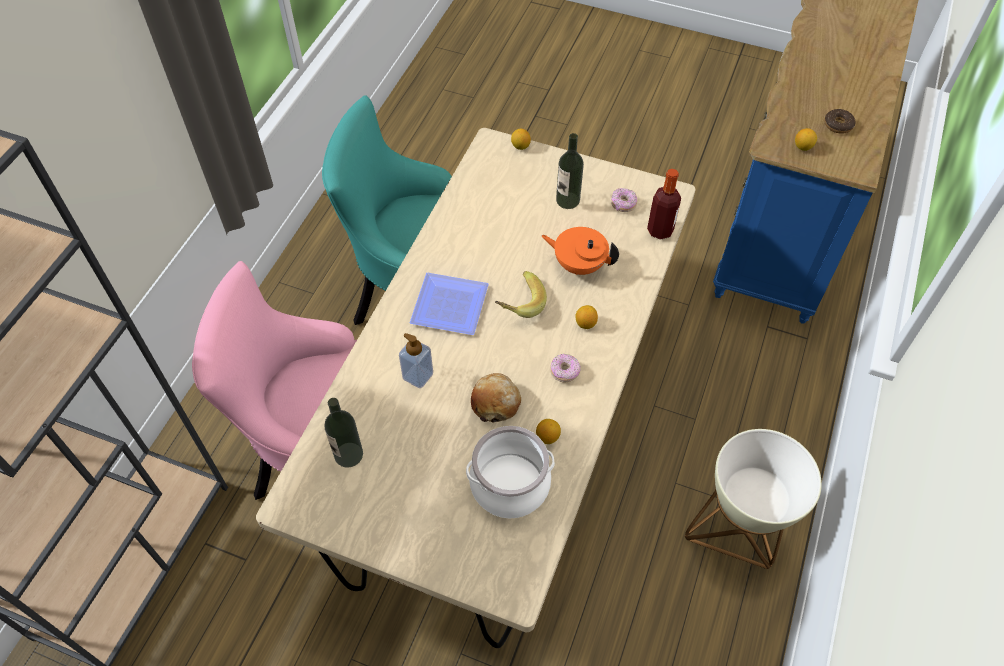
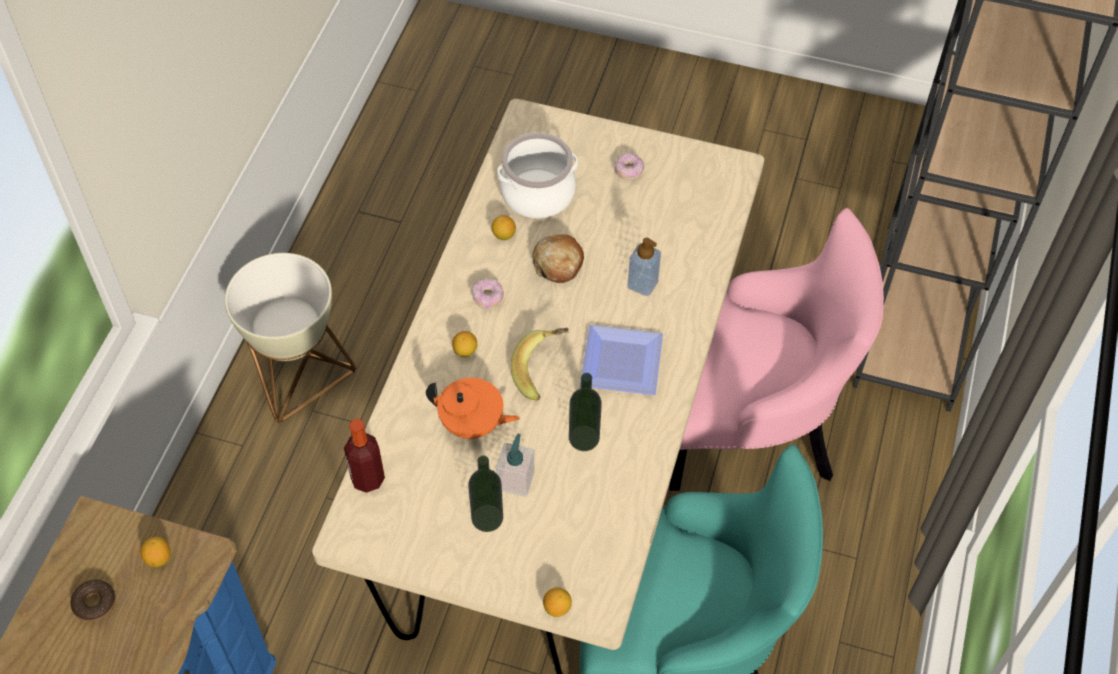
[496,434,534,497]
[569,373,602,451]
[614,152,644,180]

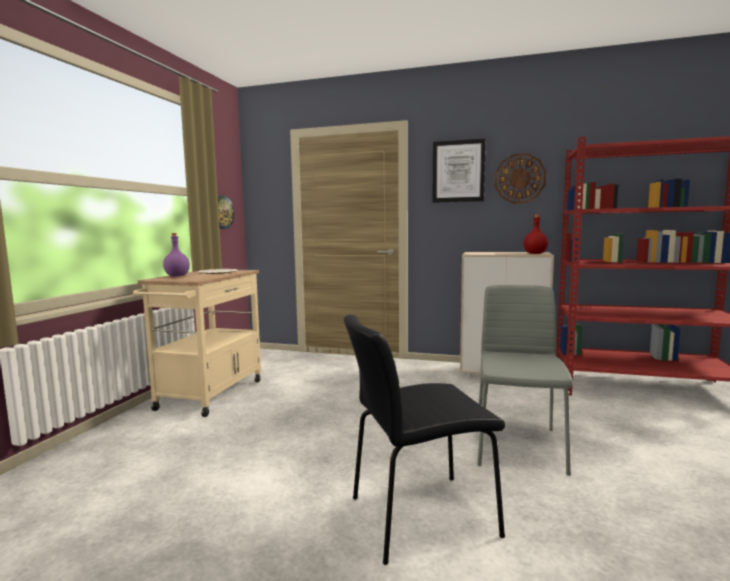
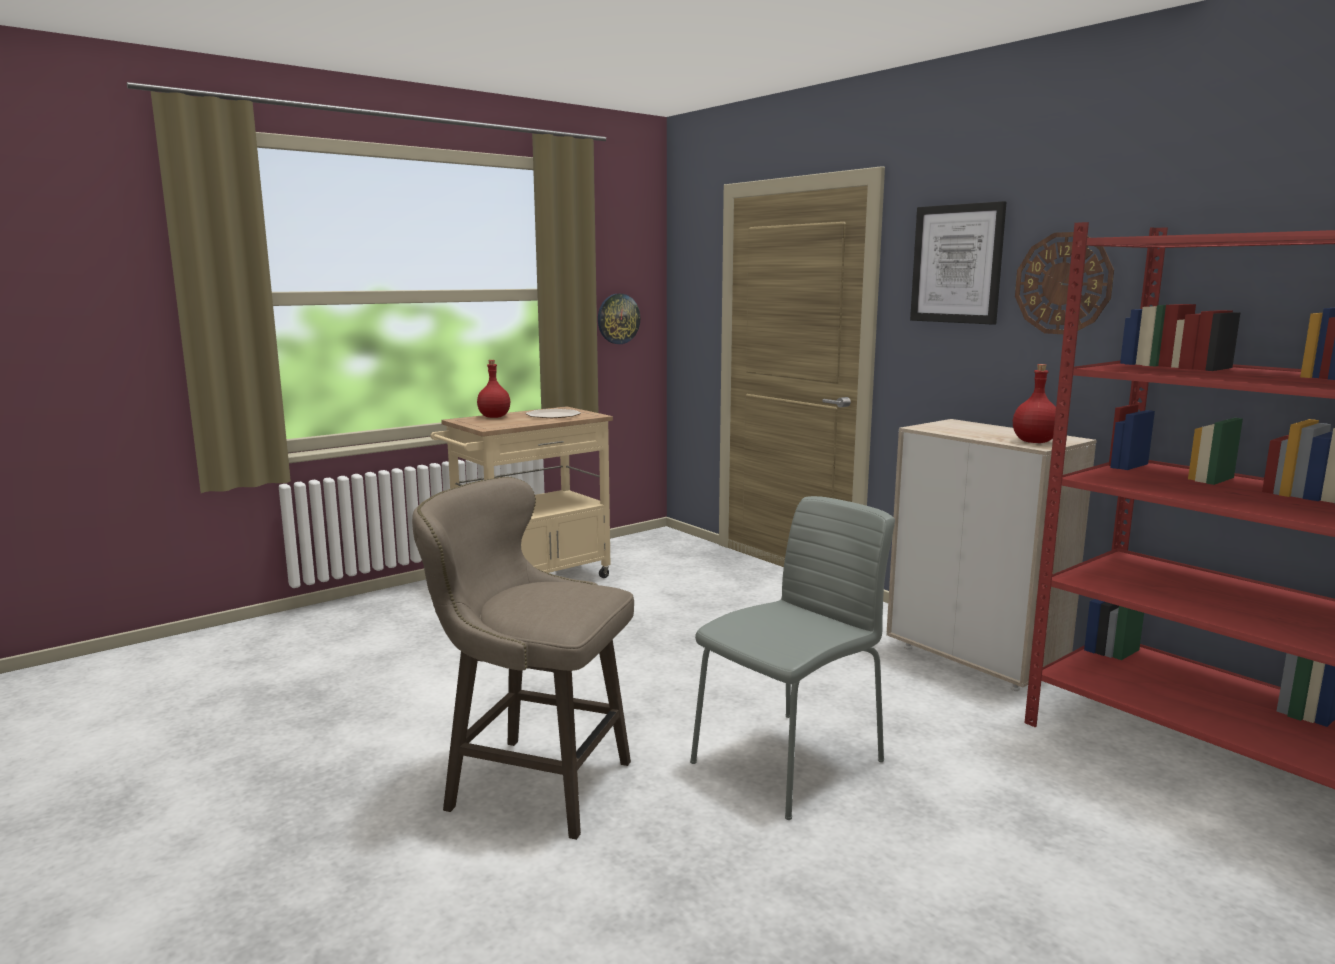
[412,477,634,840]
[477,360,510,418]

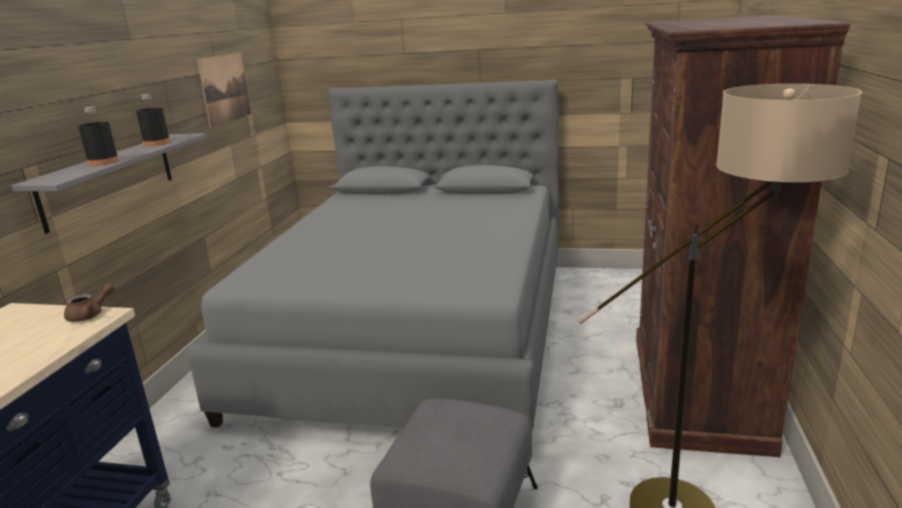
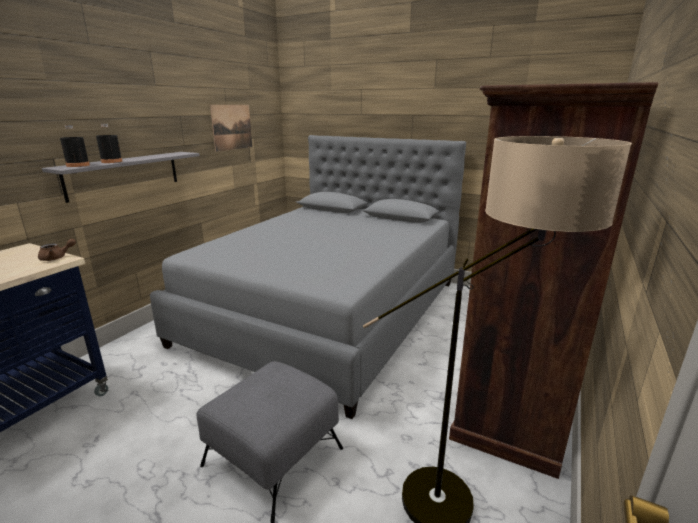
[60,125,90,167]

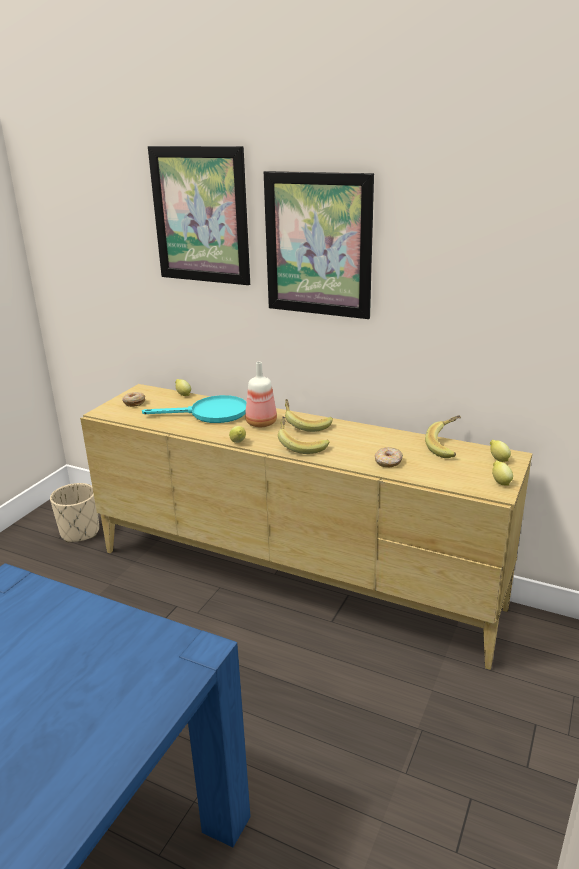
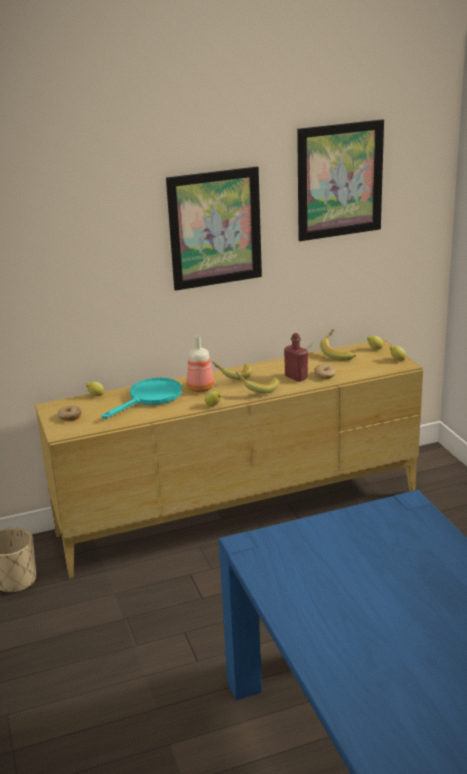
[284,333,308,382]
[297,119,384,241]

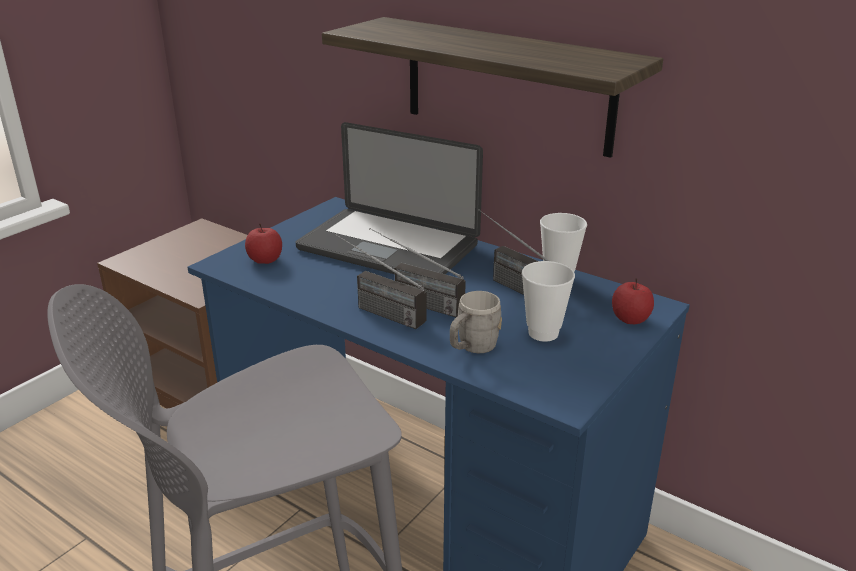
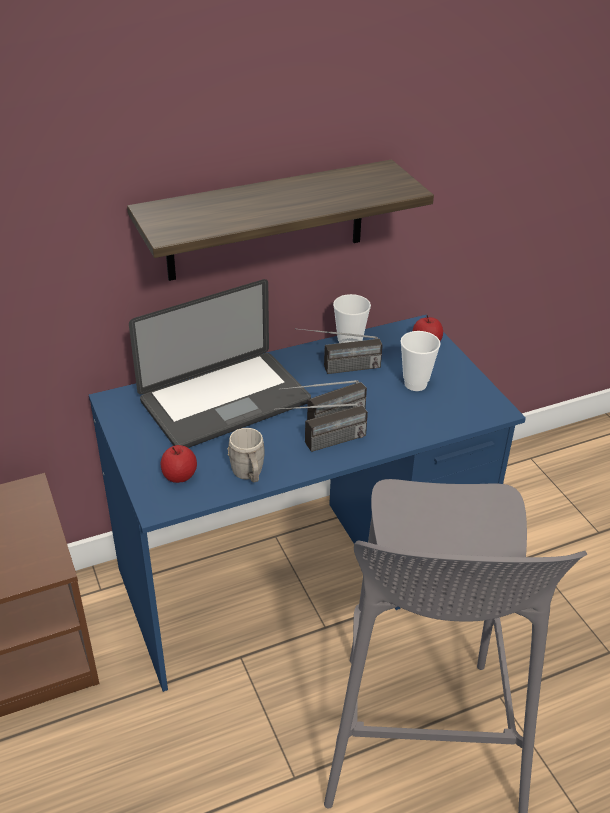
[227,428,265,483]

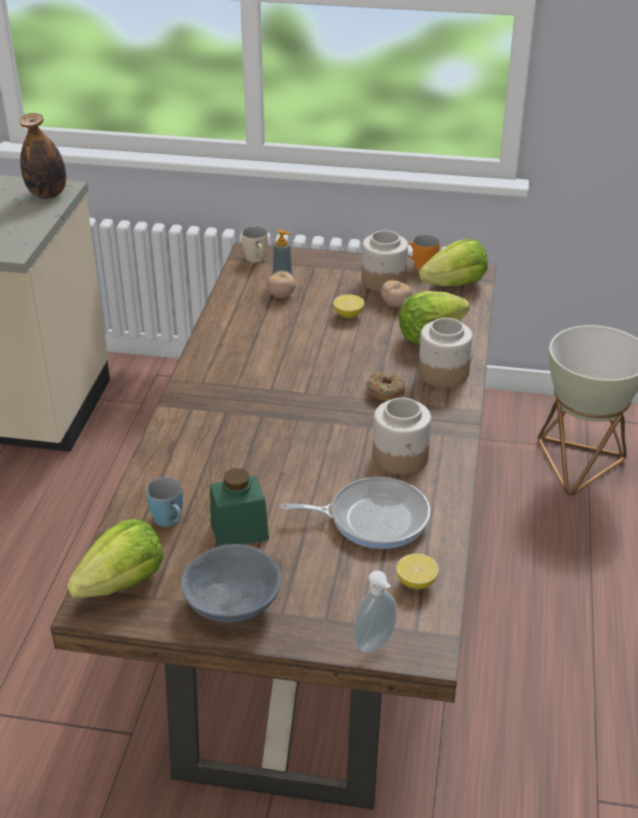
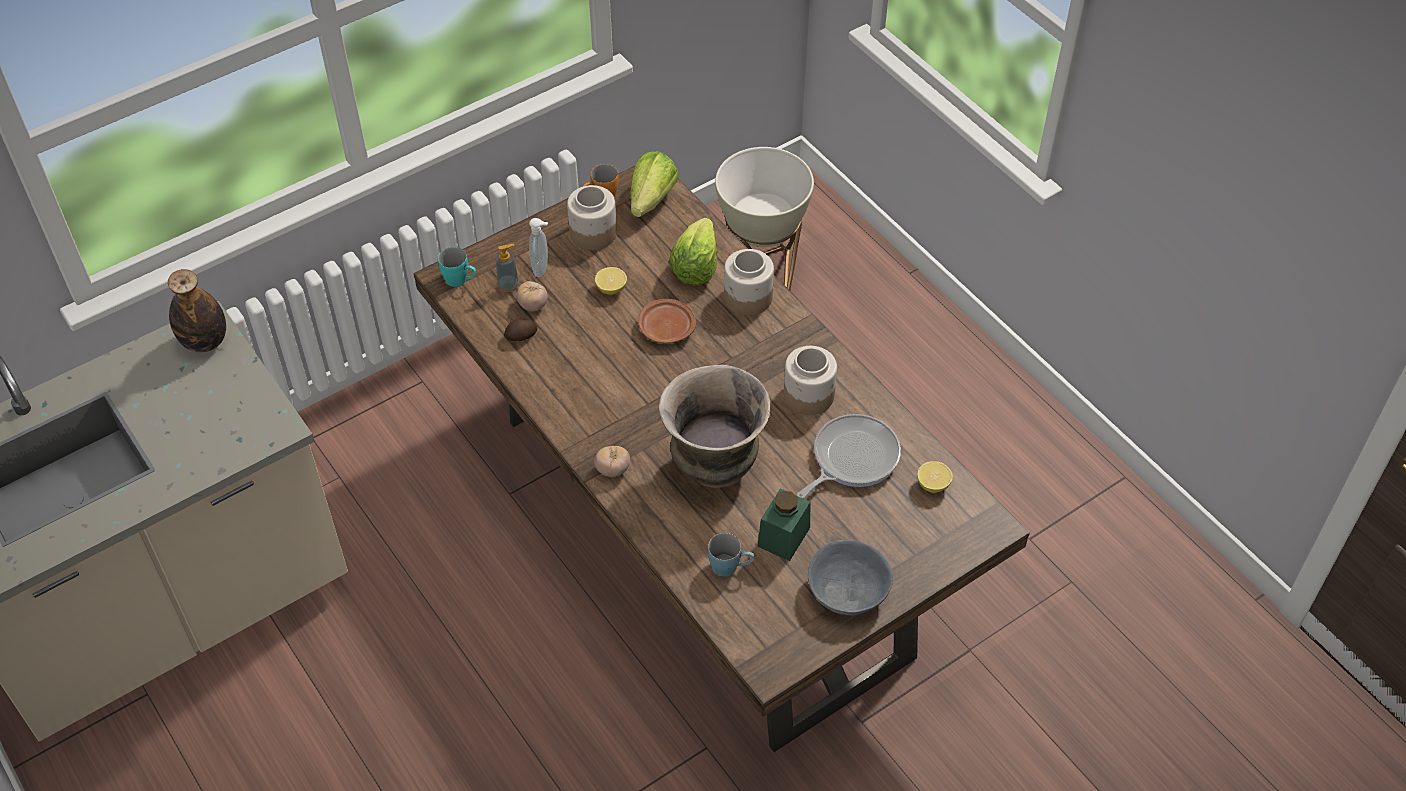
[67,519,164,598] (first image)
[367,371,406,402] (first image)
[504,319,537,341]
[638,299,696,343]
[659,365,771,488]
[529,218,548,277]
[594,446,630,477]
[438,247,476,287]

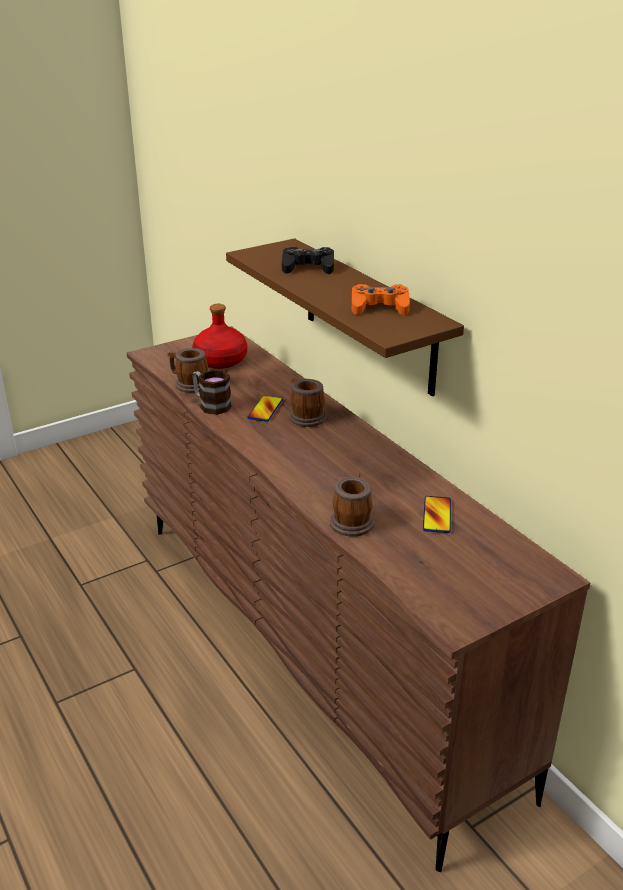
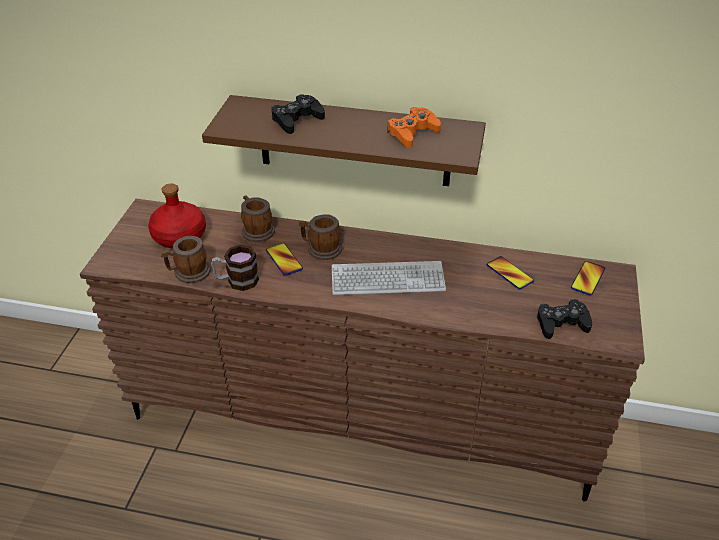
[332,261,446,295]
[537,299,592,339]
[571,261,605,296]
[241,195,275,242]

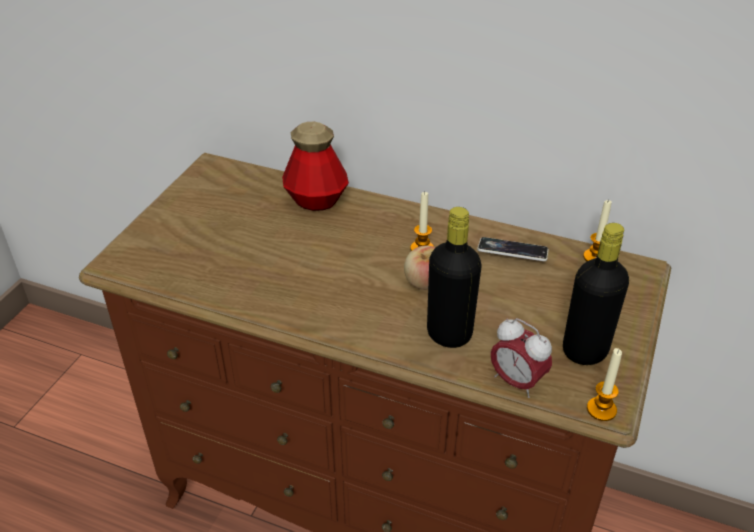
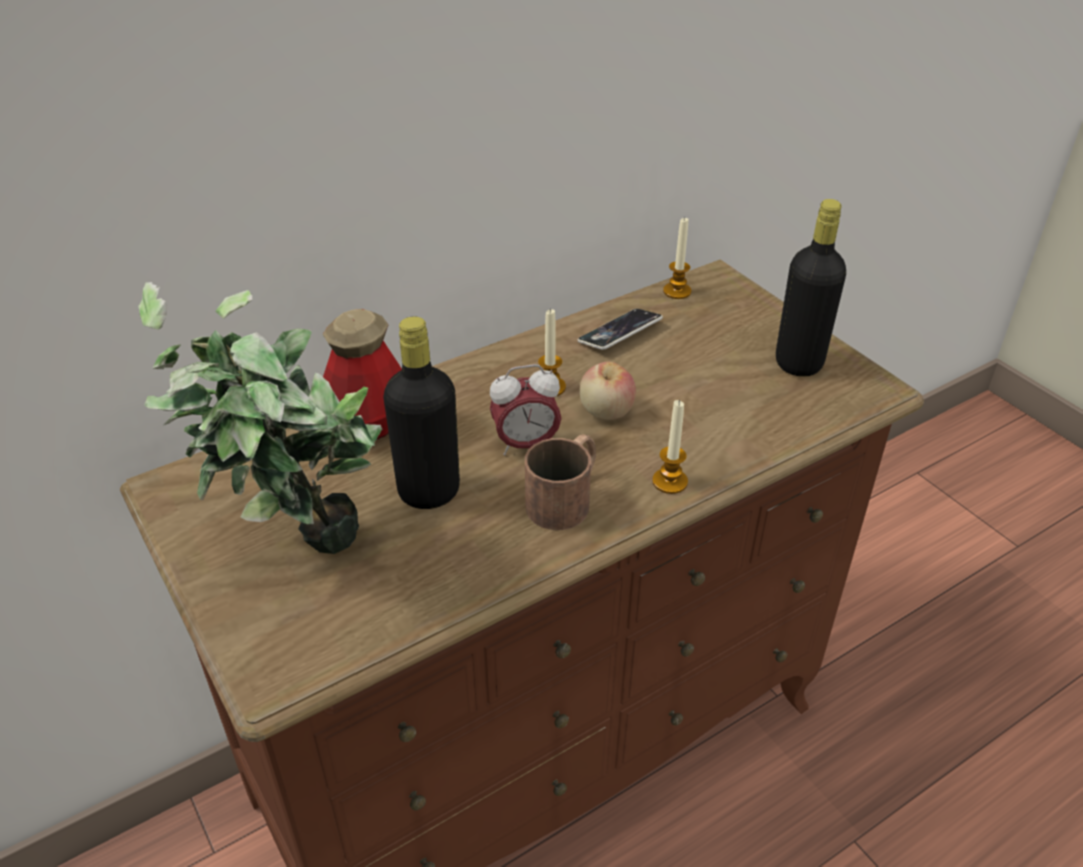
[138,282,382,554]
[525,434,596,530]
[383,317,460,509]
[490,364,561,456]
[652,400,688,494]

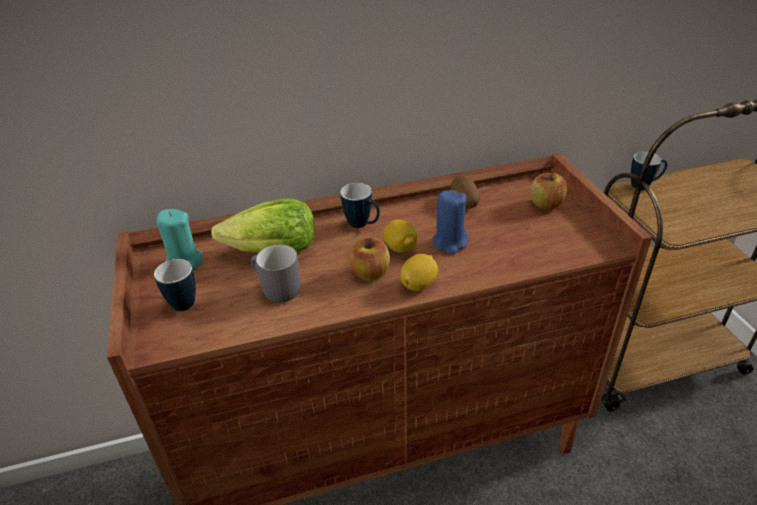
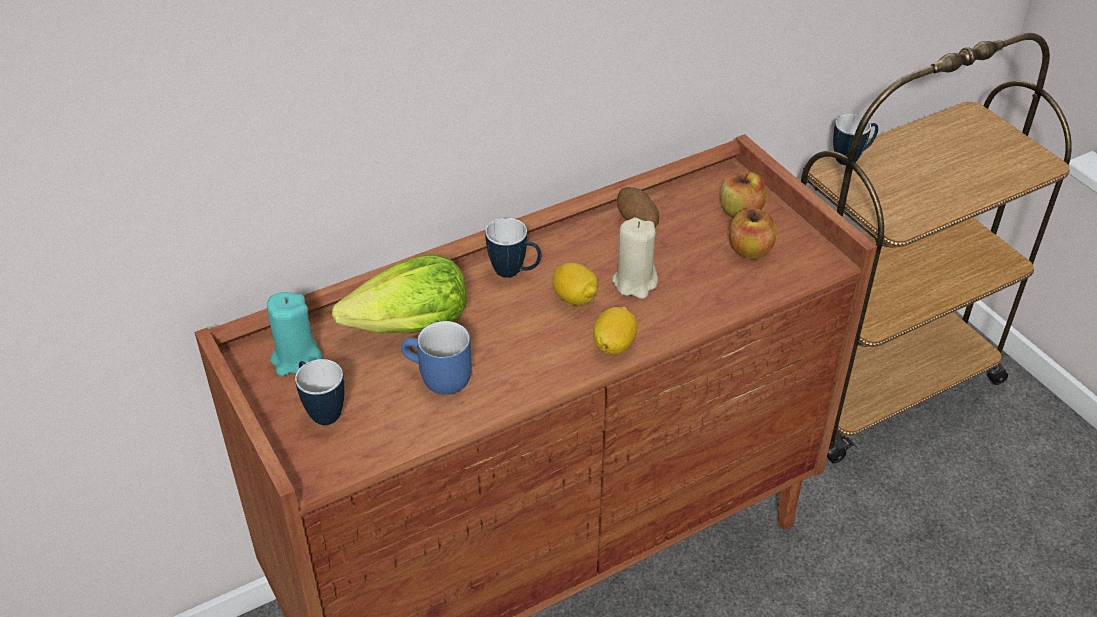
[729,208,777,259]
[401,321,472,395]
[612,218,658,299]

